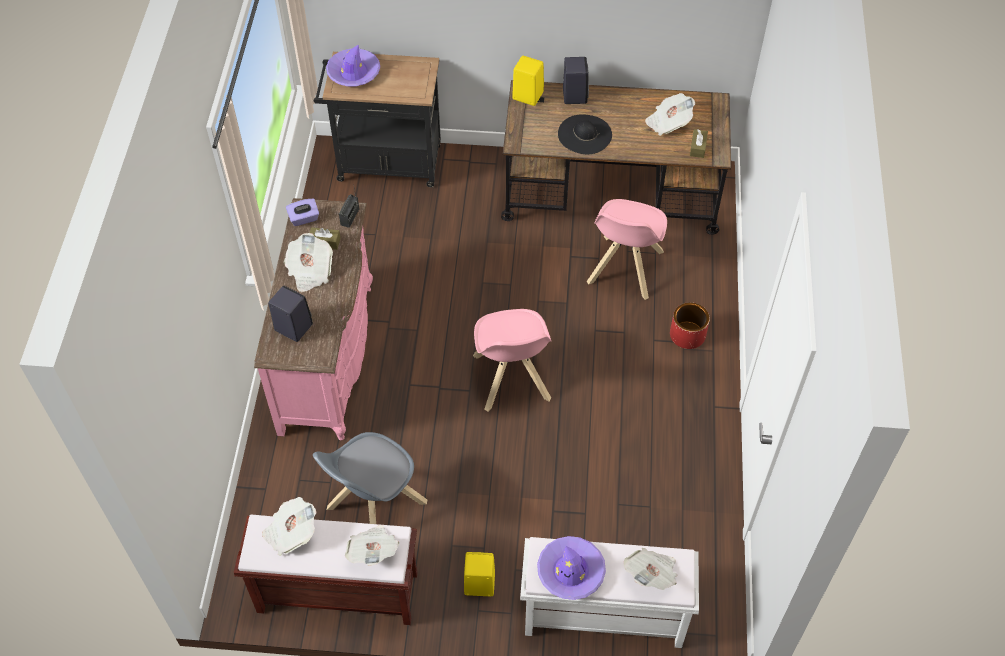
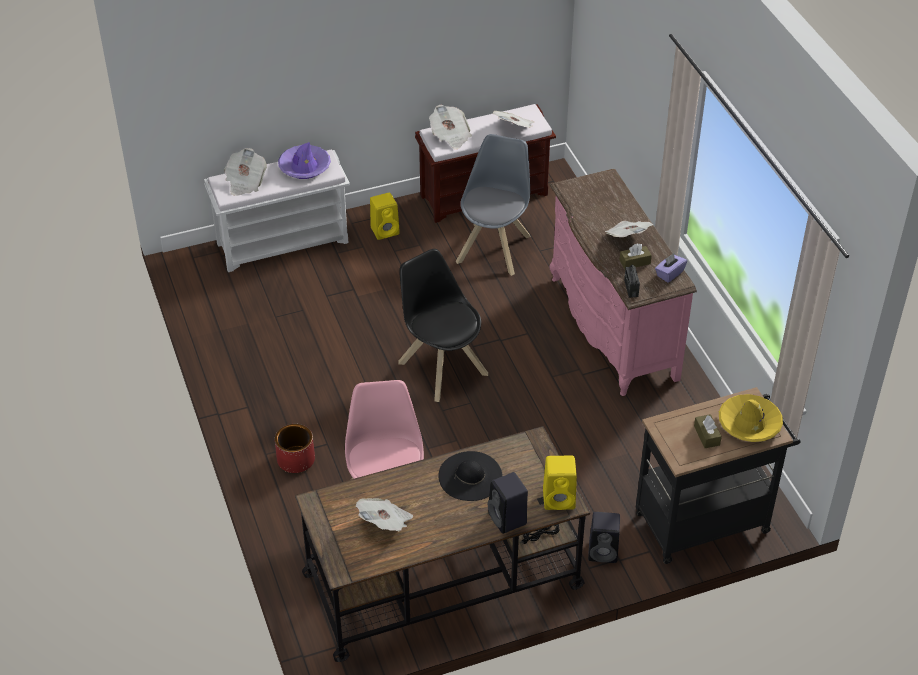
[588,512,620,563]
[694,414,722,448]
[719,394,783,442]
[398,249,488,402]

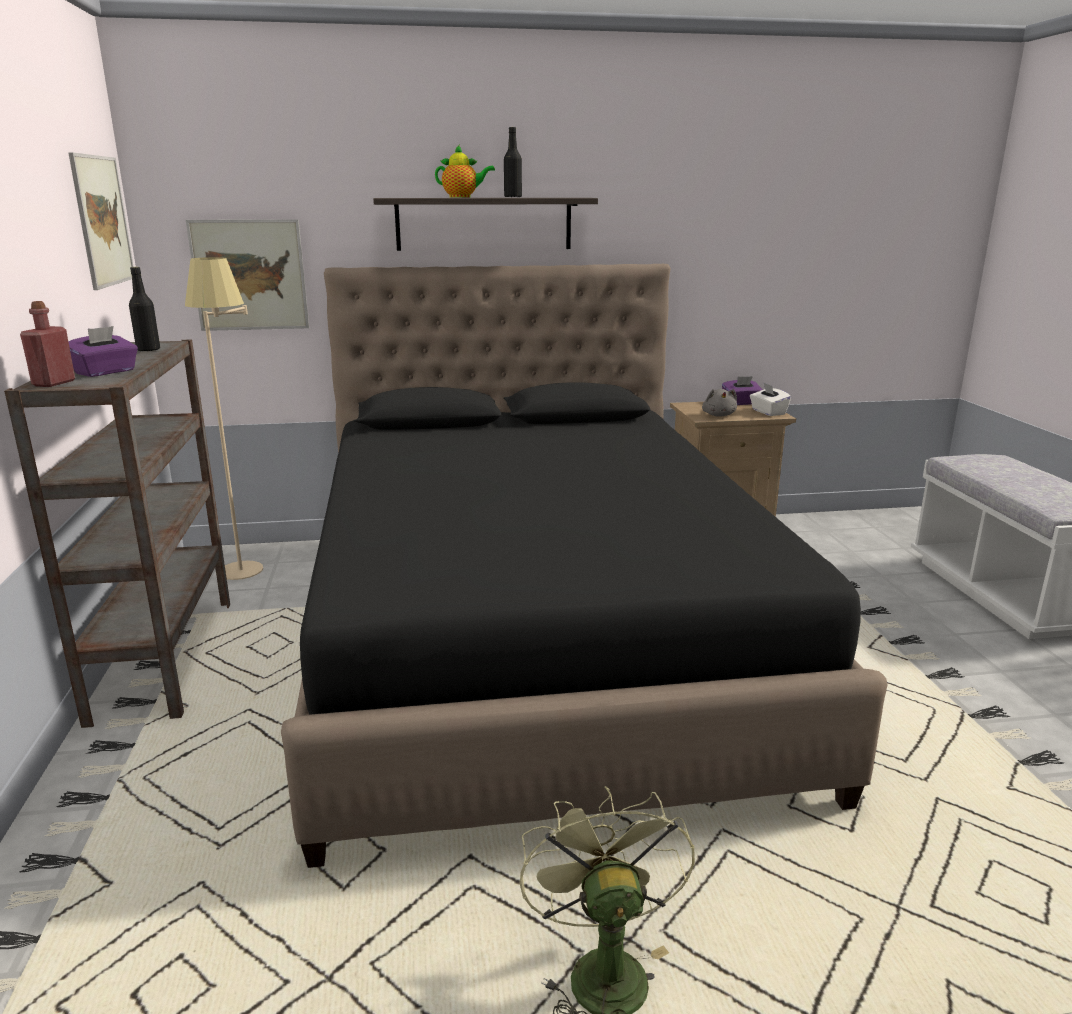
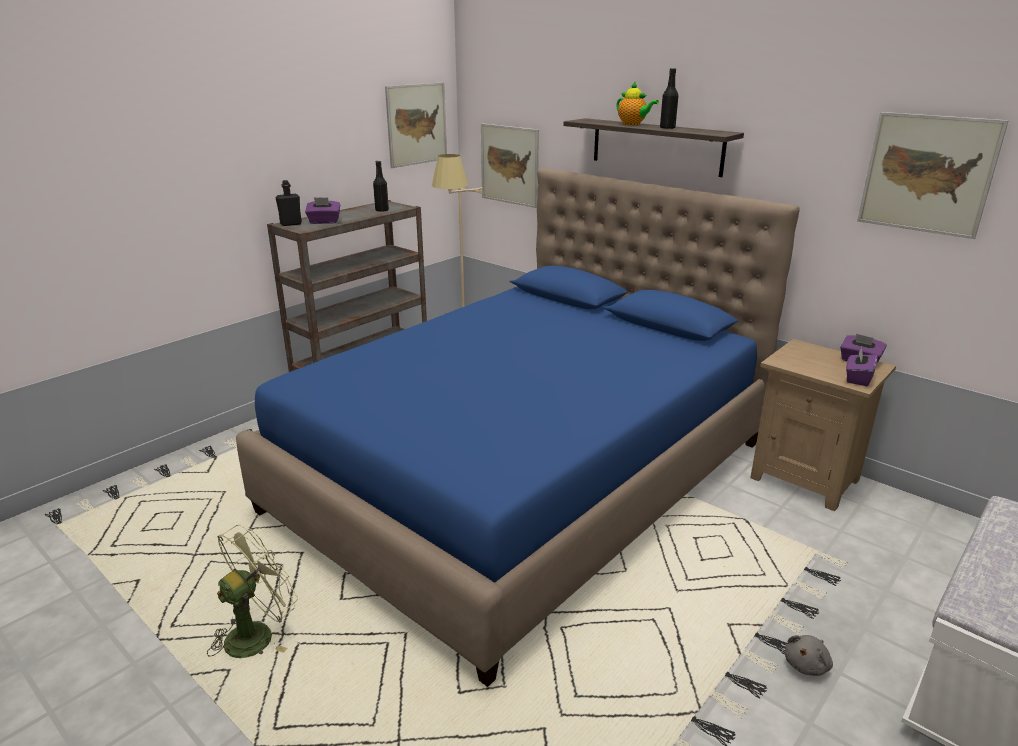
[857,112,1009,239]
[785,635,833,676]
[275,180,302,226]
[236,168,800,687]
[846,347,878,386]

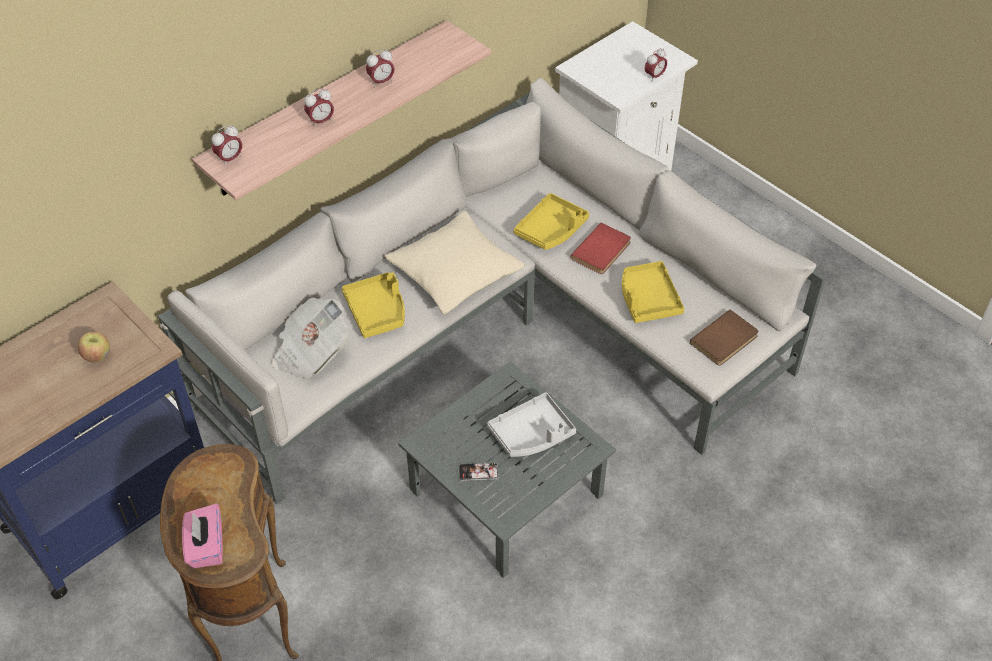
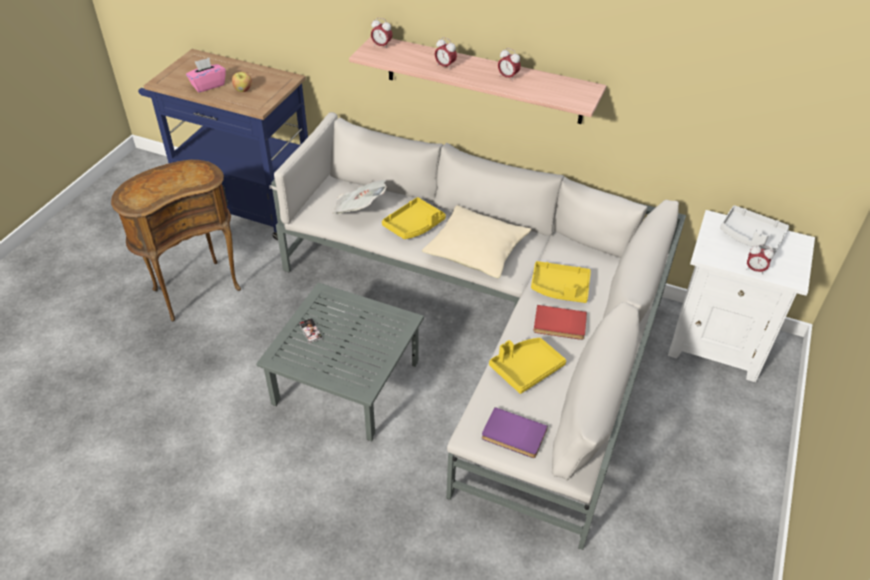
[186,58,226,92]
[720,205,789,254]
[482,407,548,458]

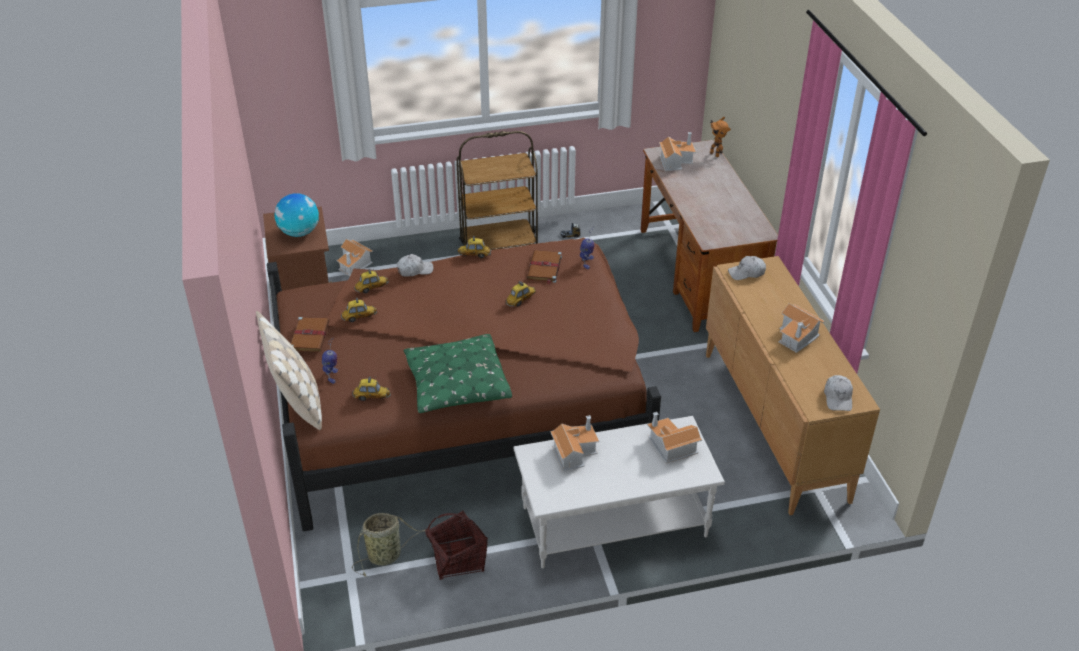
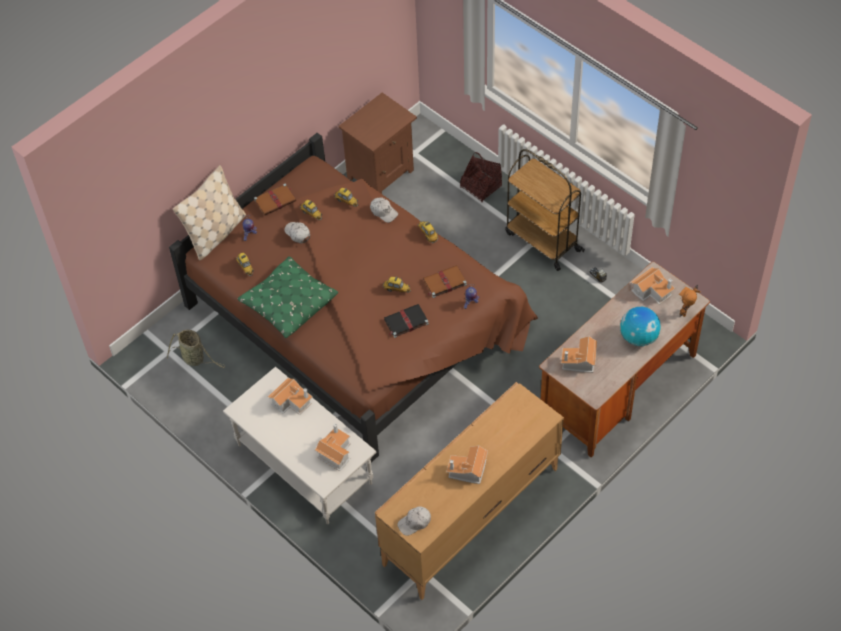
[384,304,429,338]
[620,307,661,346]
[561,336,598,373]
[460,152,502,203]
[284,222,310,243]

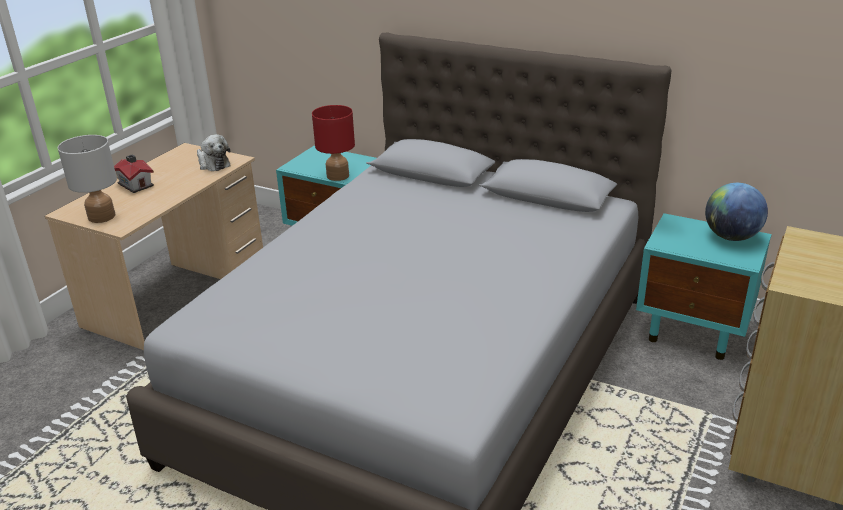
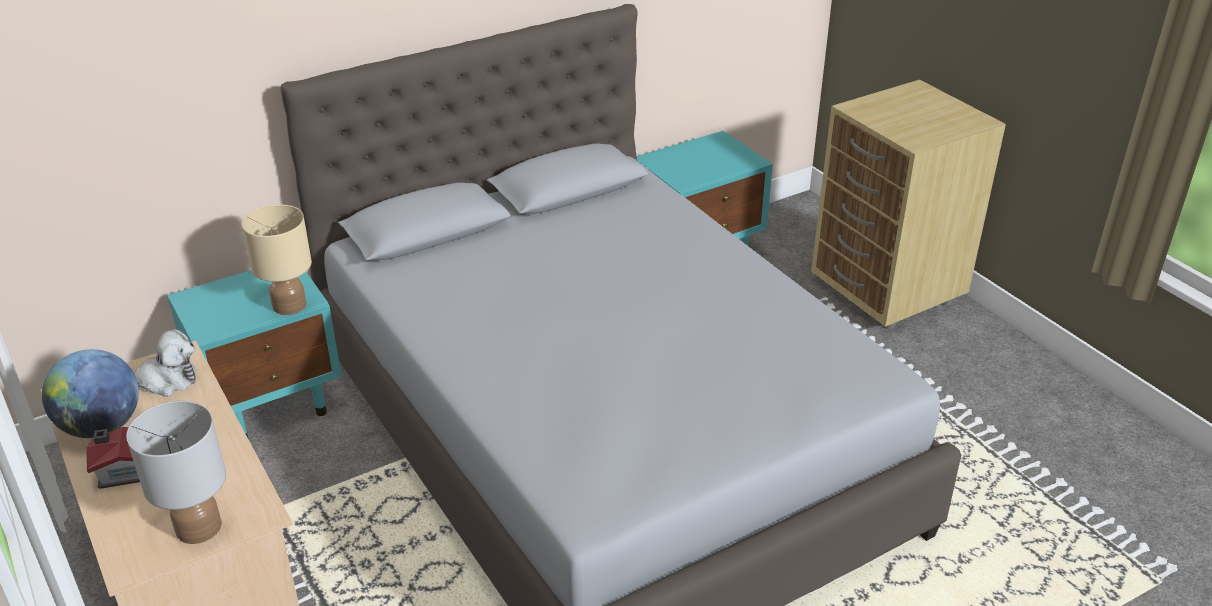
[42,349,139,438]
[242,204,312,315]

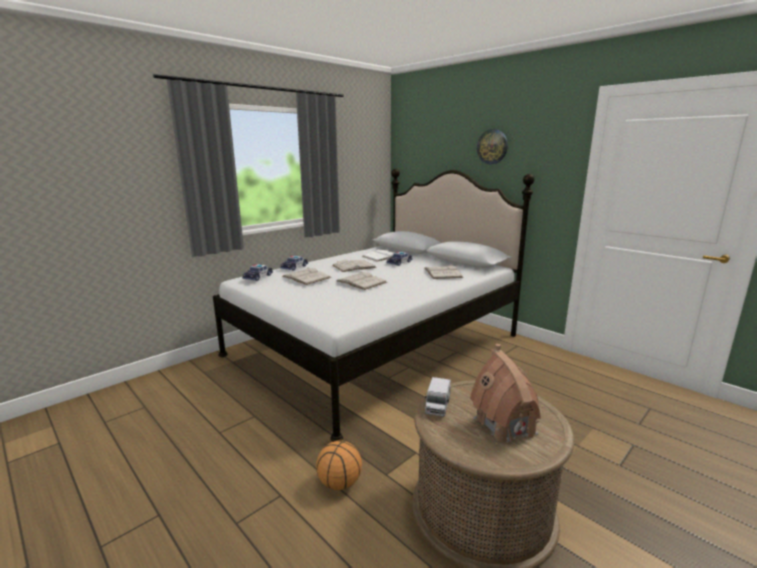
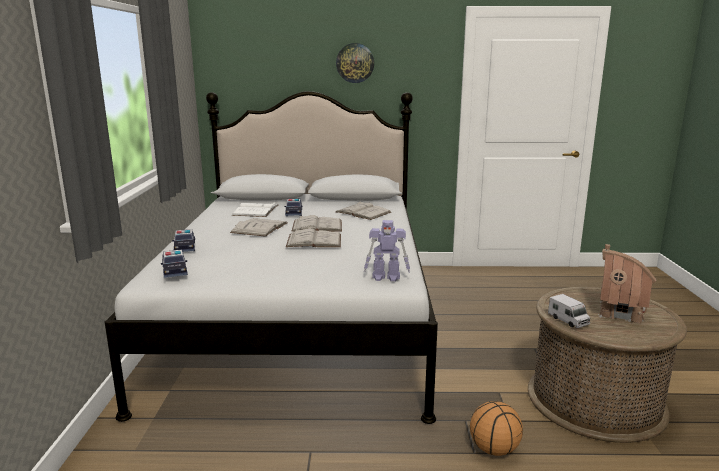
[364,220,410,282]
[292,215,342,232]

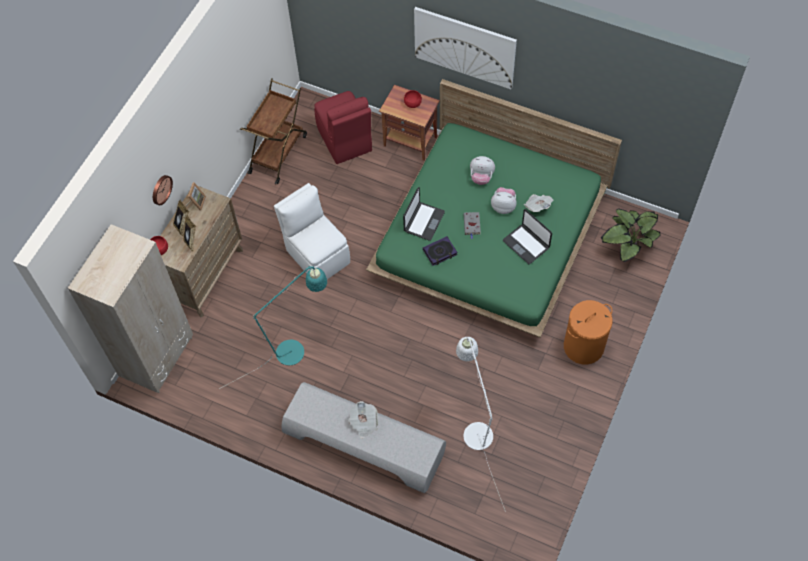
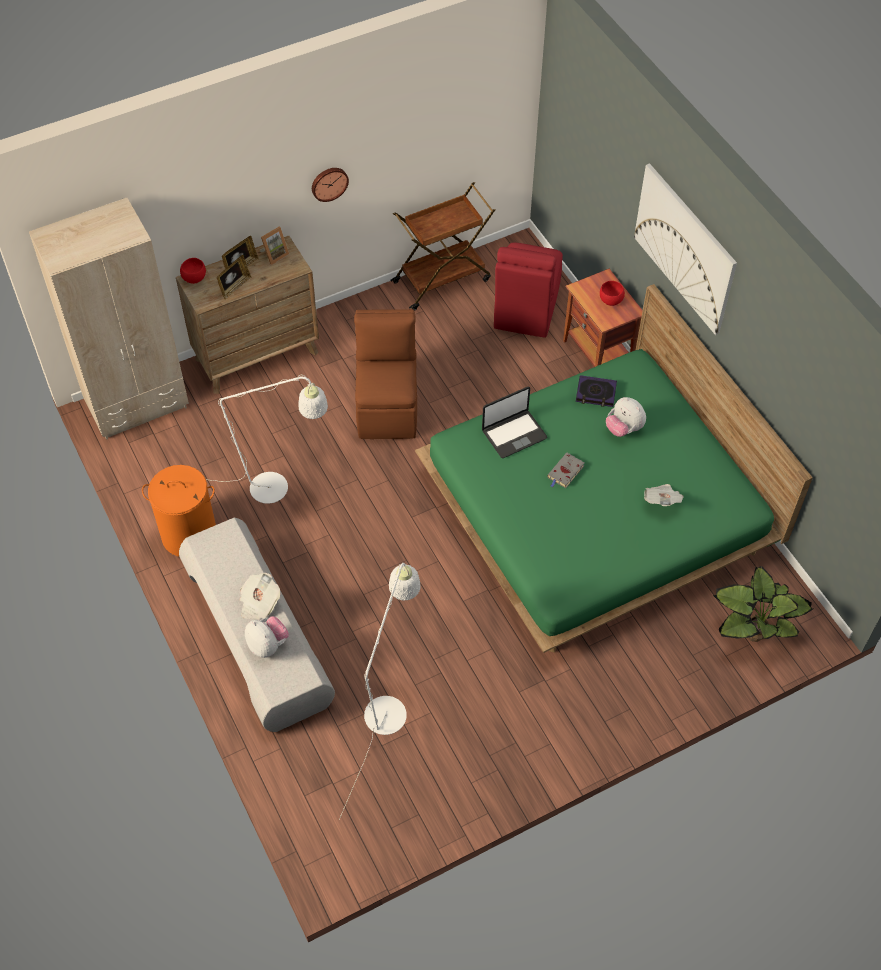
[503,209,552,264] (first image)
[312,168,349,202]
[576,375,617,407]
[245,616,289,658]
[142,465,216,557]
[206,375,328,504]
[354,309,417,439]

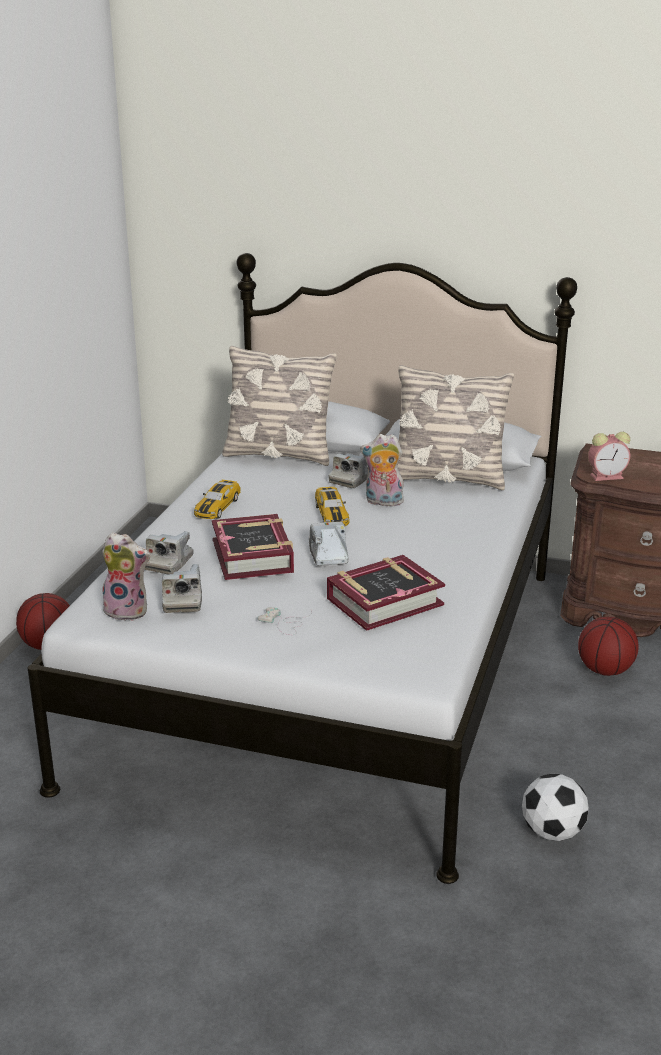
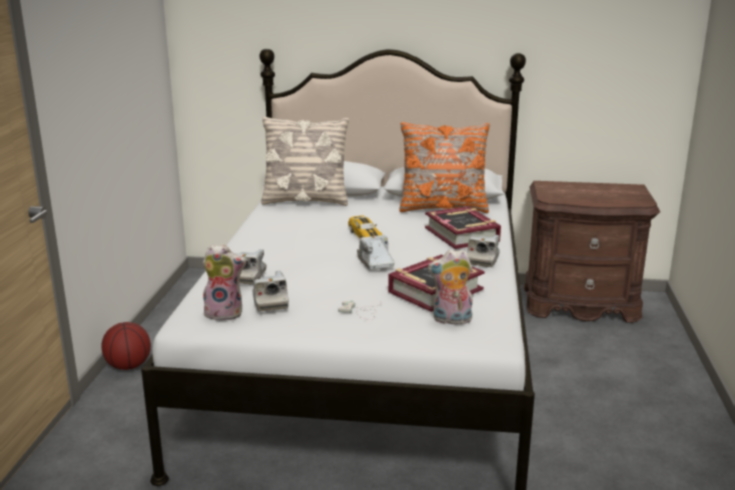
[194,480,241,519] (first image)
[522,774,589,841] (first image)
[578,617,639,676] (first image)
[588,432,630,481] (first image)
[425,206,501,249]
[467,235,500,267]
[428,249,473,324]
[399,122,490,213]

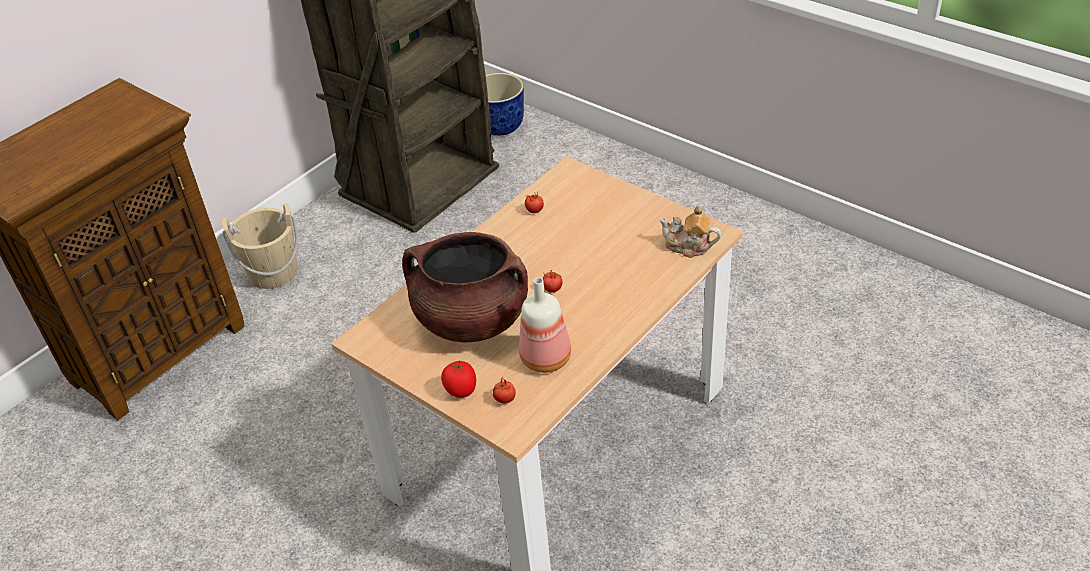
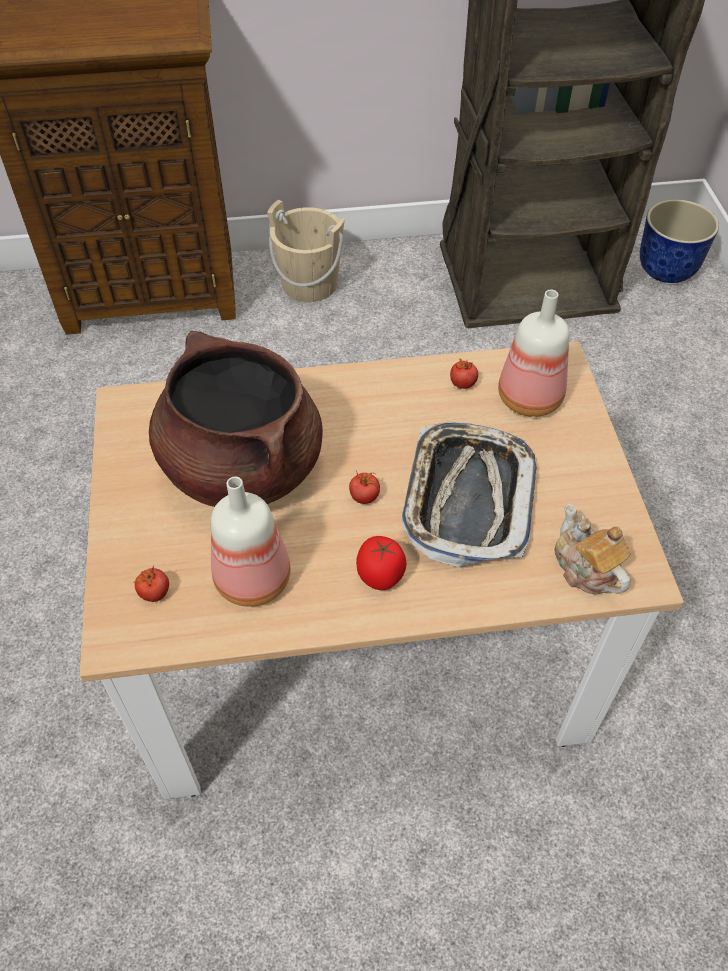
[401,421,536,567]
[498,290,569,417]
[356,536,406,590]

